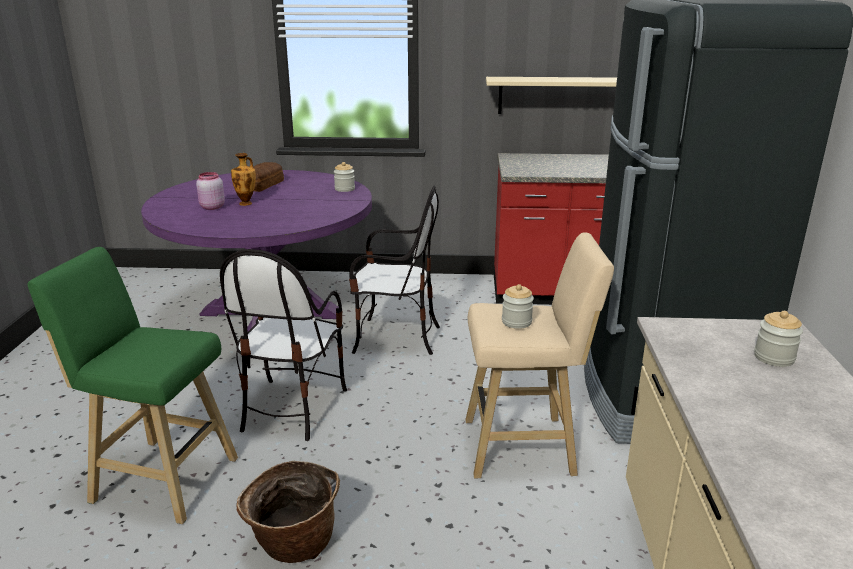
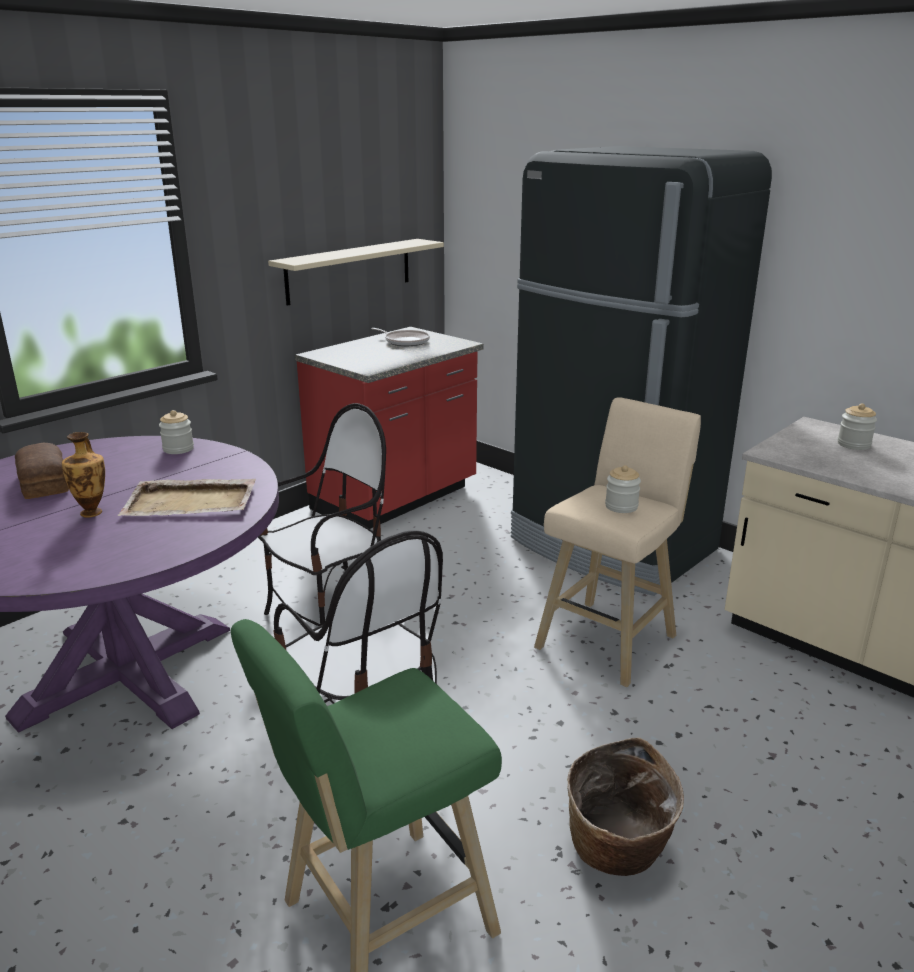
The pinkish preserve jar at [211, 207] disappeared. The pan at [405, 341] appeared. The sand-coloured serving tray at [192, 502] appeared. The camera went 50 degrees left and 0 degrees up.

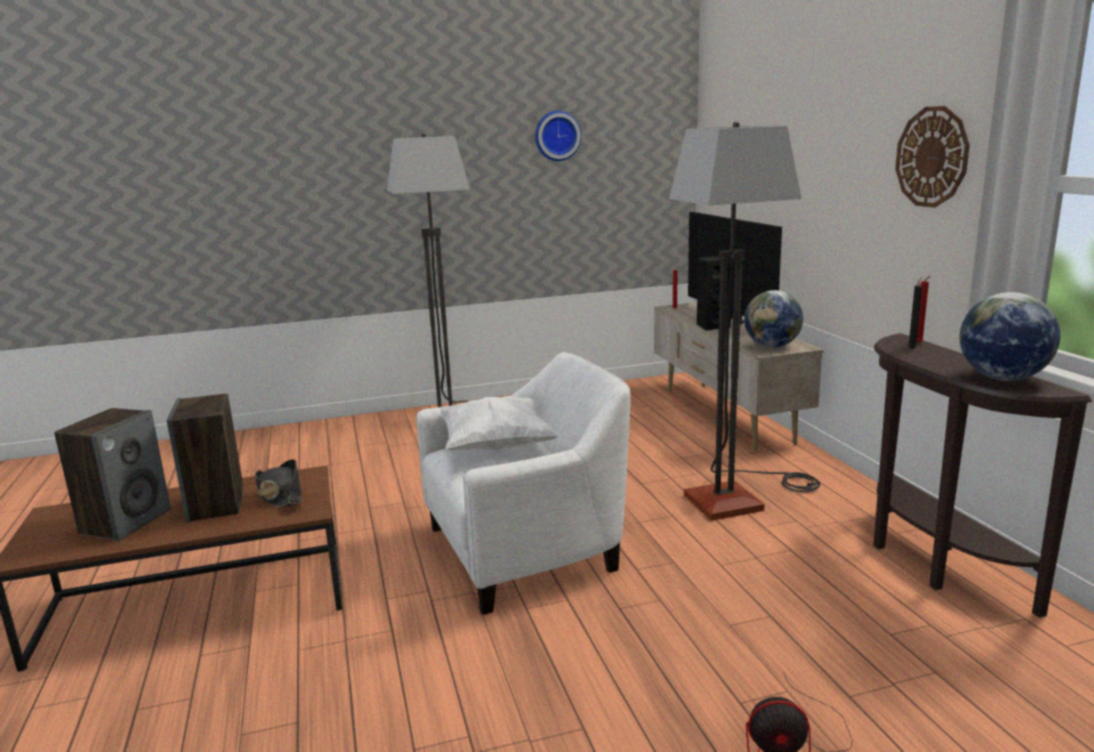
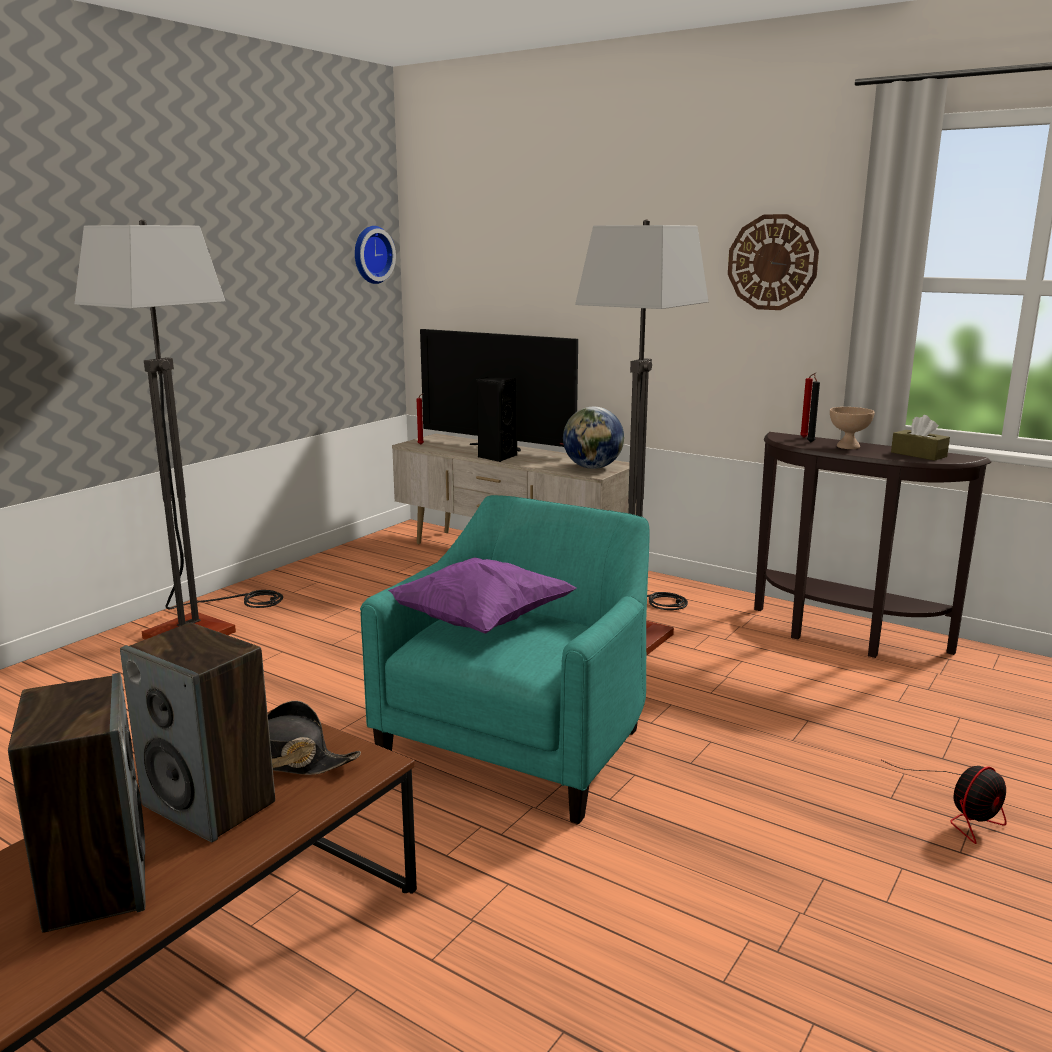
The wall clock moved from [556, 136] to [371, 254]. The desk globe at [1002, 378] was replaced by the brown tissue holder at [918, 454]. The white armchair at [528, 550] became the turquoise-coloured armchair at [521, 742]. The white throw pillow at [496, 446] became the purplish throw pillow at [480, 622]. The sand-coloured serving bowl at [849, 447] appeared. The camera went 40 degrees left and 0 degrees up.

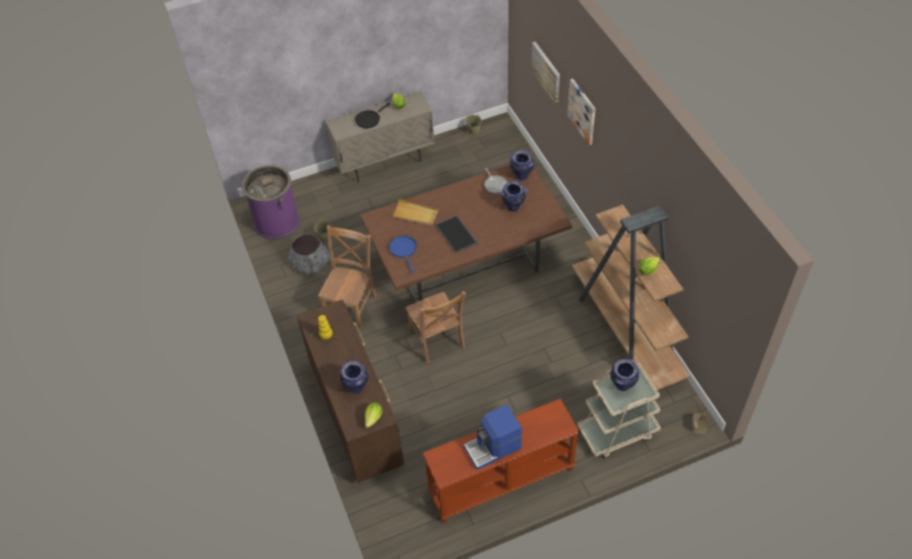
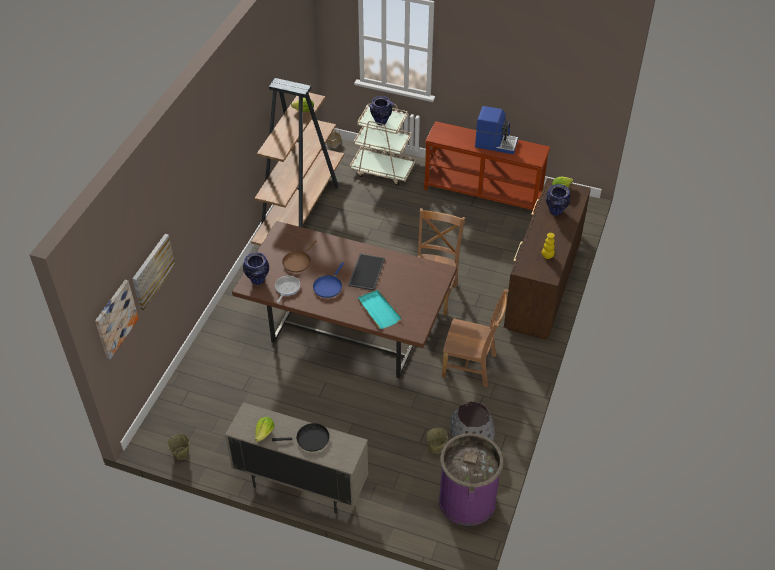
The picture moved from [582, 111] to [115, 319]. The decorative vase at [513, 207] was replaced by the brown pan at [298, 261]. The sand-coloured serving tray at [415, 214] became the turquoise-coloured serving tray at [378, 310]. The brown plain chair at [351, 305] turned 135 degrees counterclockwise. The bluish pan moved from [404, 250] to [328, 286]. The camera went 140 degrees left and 5 degrees down.

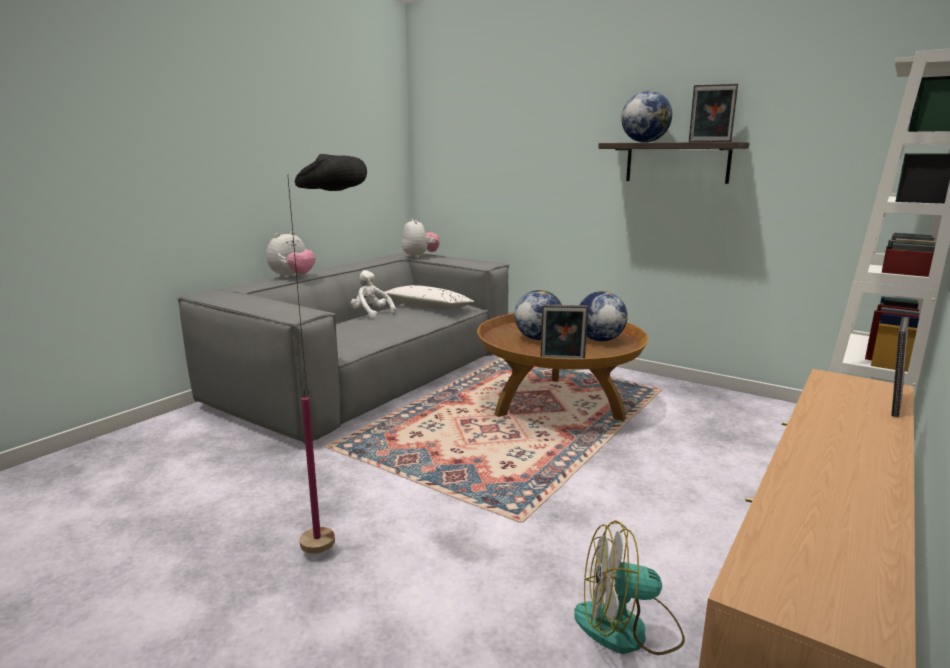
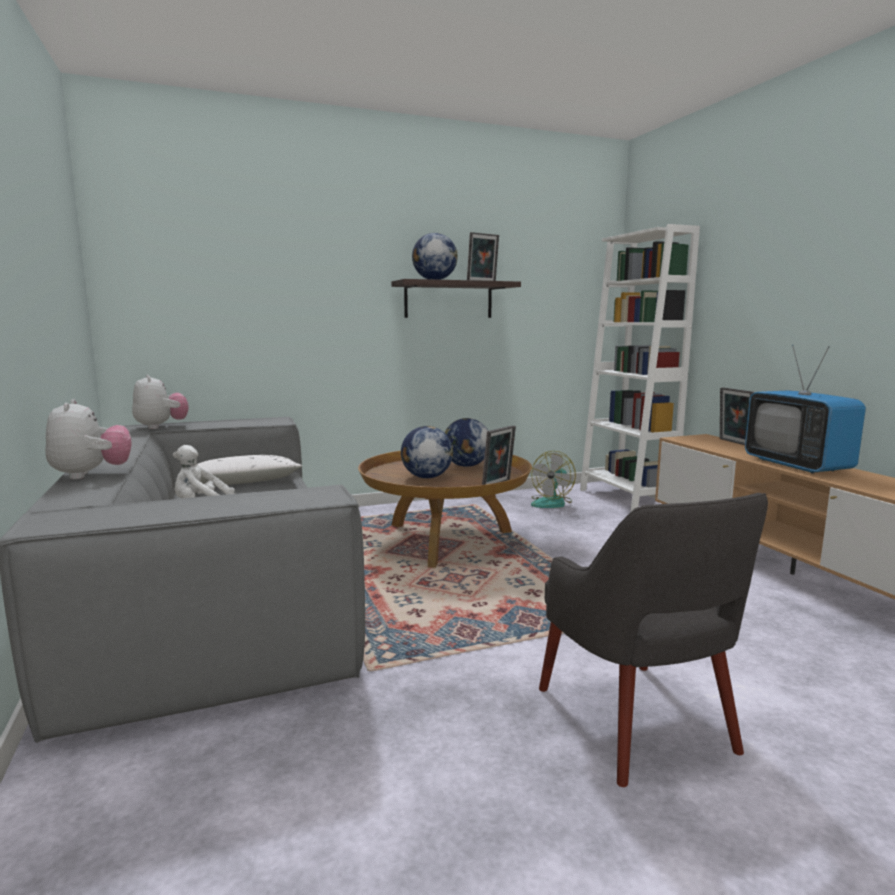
The black standing lamp at [343, 559] was replaced by the gray armchair at [636, 721]. The cuddly toy at [420, 257] turned 45 degrees clockwise. The electric fan moved from [627, 628] to [552, 502]. The television at [797, 465] appeared. The camera went 55 degrees left and 5 degrees down.

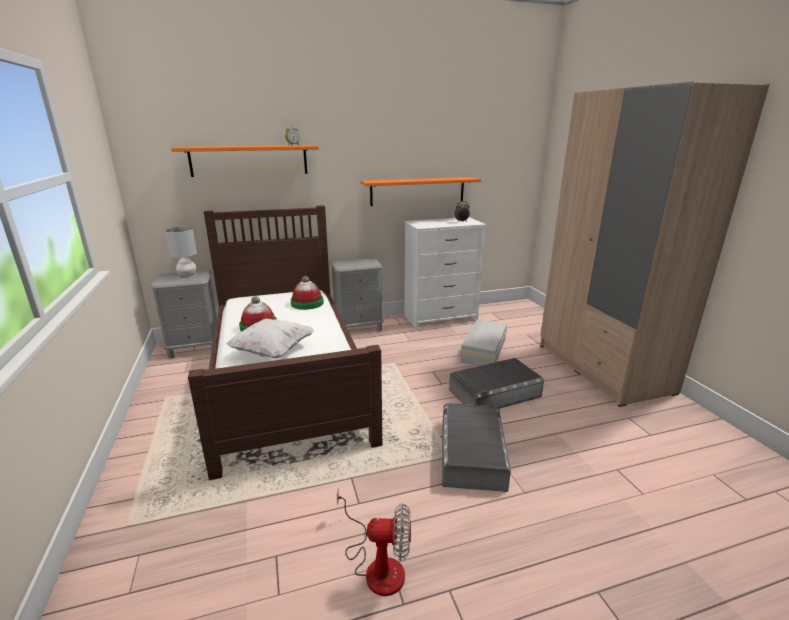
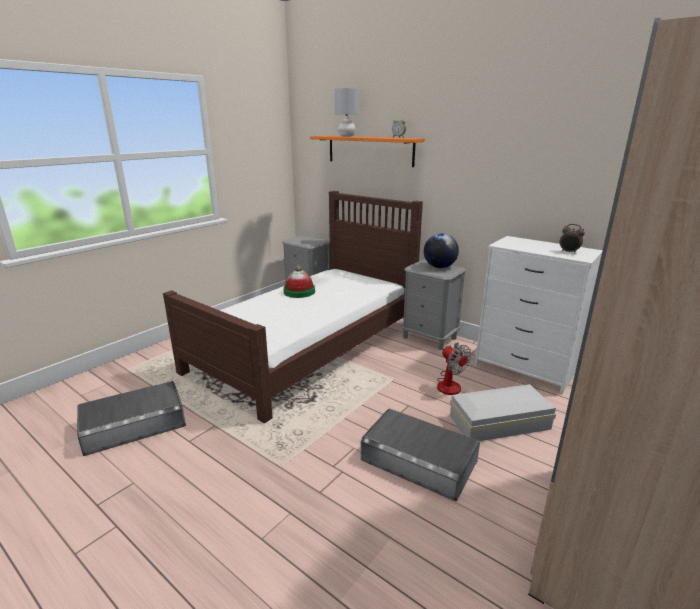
The orange wall shelf at [418, 191] disappeared. The gray table lamp moved from [187, 275] to [346, 136]. The hat at [307, 303] disappeared. The white throw pillow at [273, 351] disappeared. The gray storage box moved from [472, 453] to [134, 425]. The electric fan moved from [377, 565] to [450, 383]. The desk globe at [439, 267] appeared. The camera went 55 degrees right and 0 degrees up.

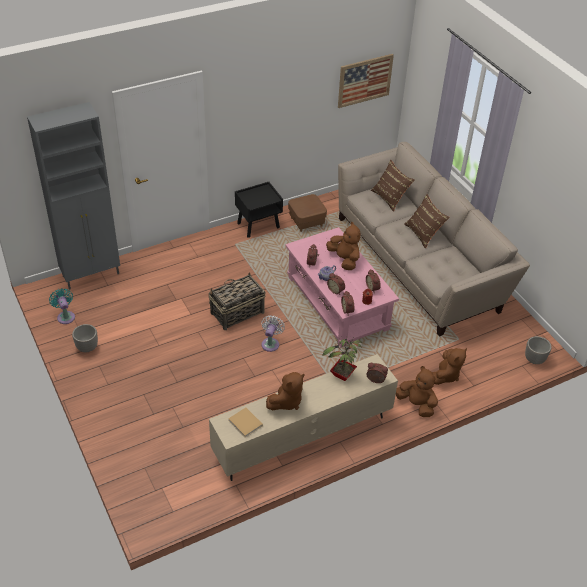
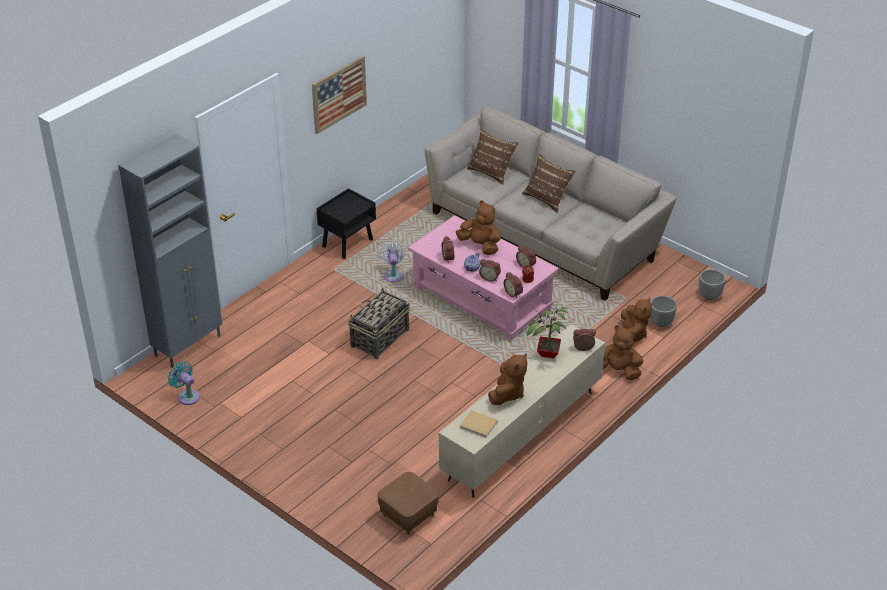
The picture moved from [365, 80] to [339, 94]. The brown ottoman moved from [306, 222] to [408, 515]. The white electric fan moved from [271, 343] to [393, 275]. The flower pot moved from [87, 348] to [661, 323]. The camera went 20 degrees left and 5 degrees down.

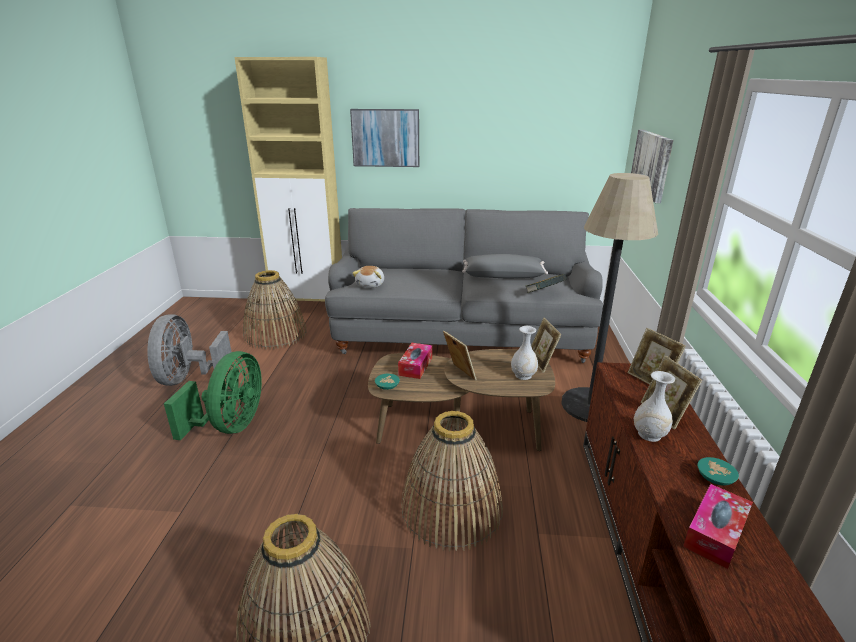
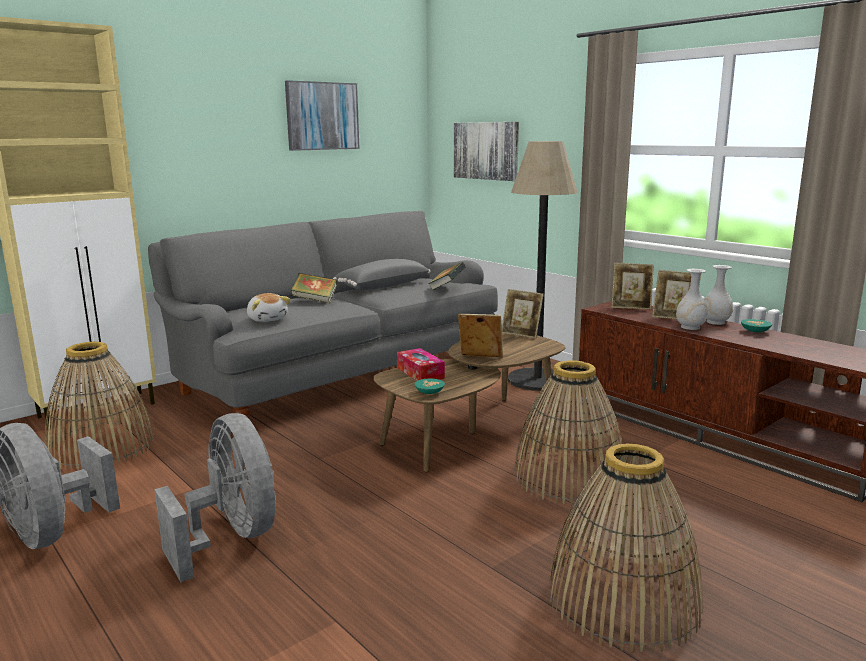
The picture moved from [385, 138] to [322, 116]. The white decorative vase moved from [523, 375] to [716, 322]. The green-coloured electric fan at [231, 425] became the gray electric fan at [231, 537]. The tissue holder at [715, 533] disappeared. The bound book at [315, 300] appeared. The camera went 45 degrees left and 10 degrees down.

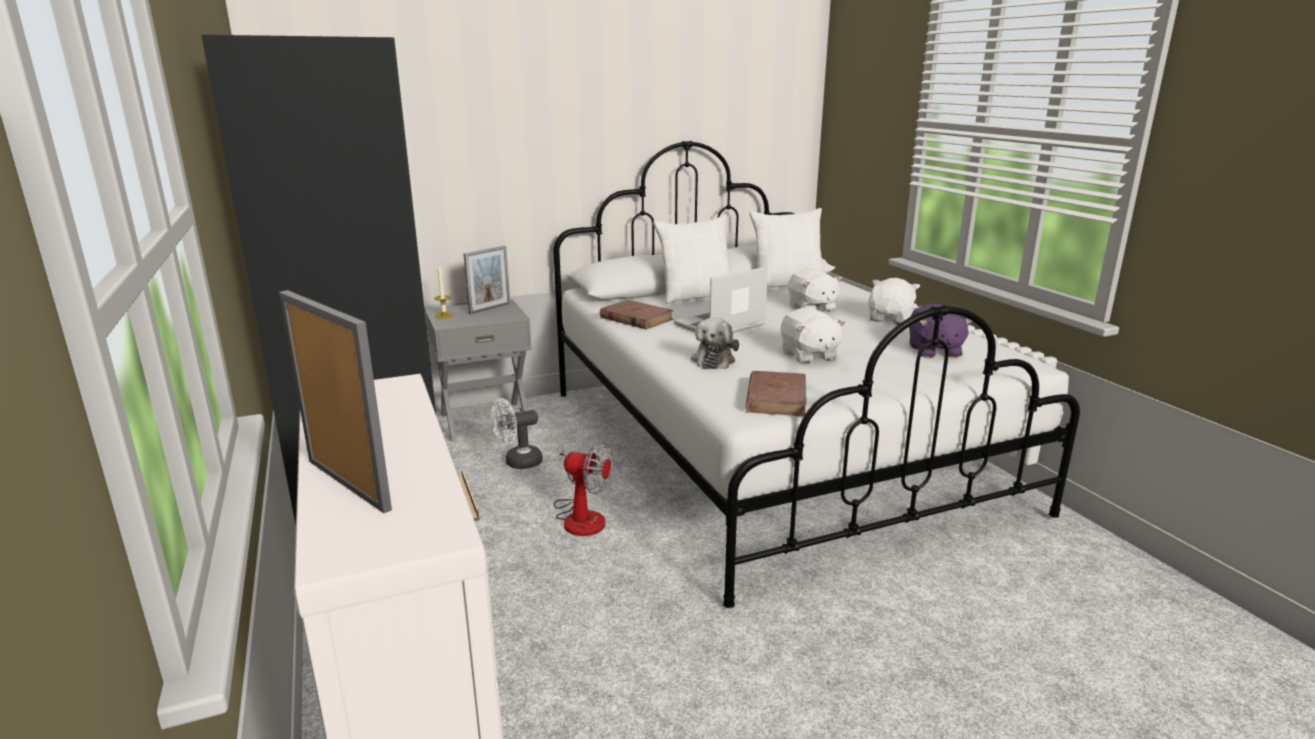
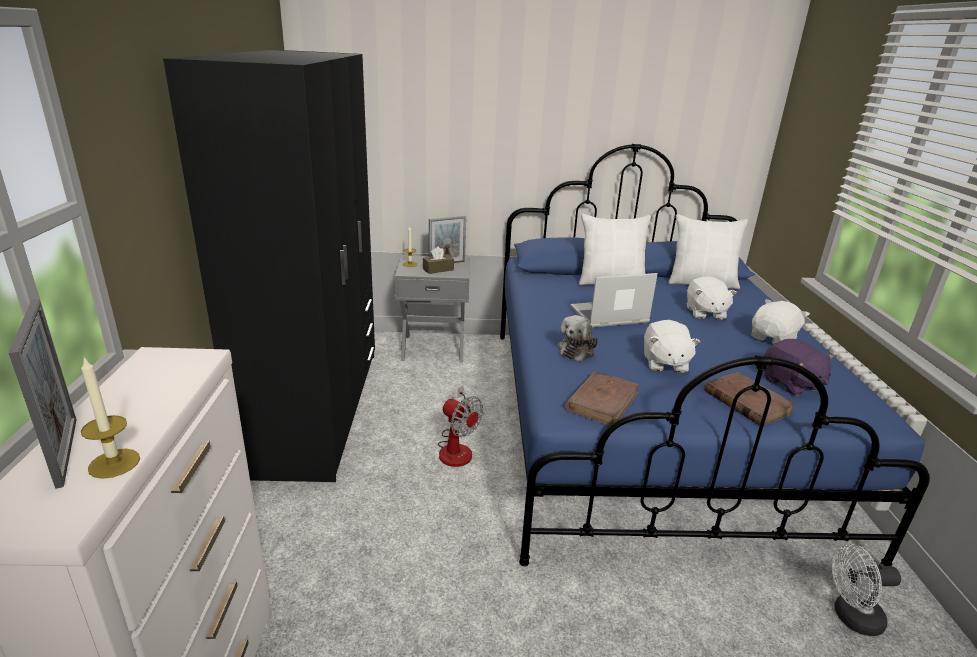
The white sleeping bed at [770, 447] became the bluish sleeping bed at [644, 424]. The brown bound book moved from [636, 318] to [746, 402]. The purplish cuddly toy at [934, 351] turned 45 degrees counterclockwise. The white electric fan moved from [517, 463] to [851, 617]. The brown tissue holder at [438, 269] appeared. The wax light at [114, 463] appeared. The camera went 20 degrees right and 5 degrees up.

